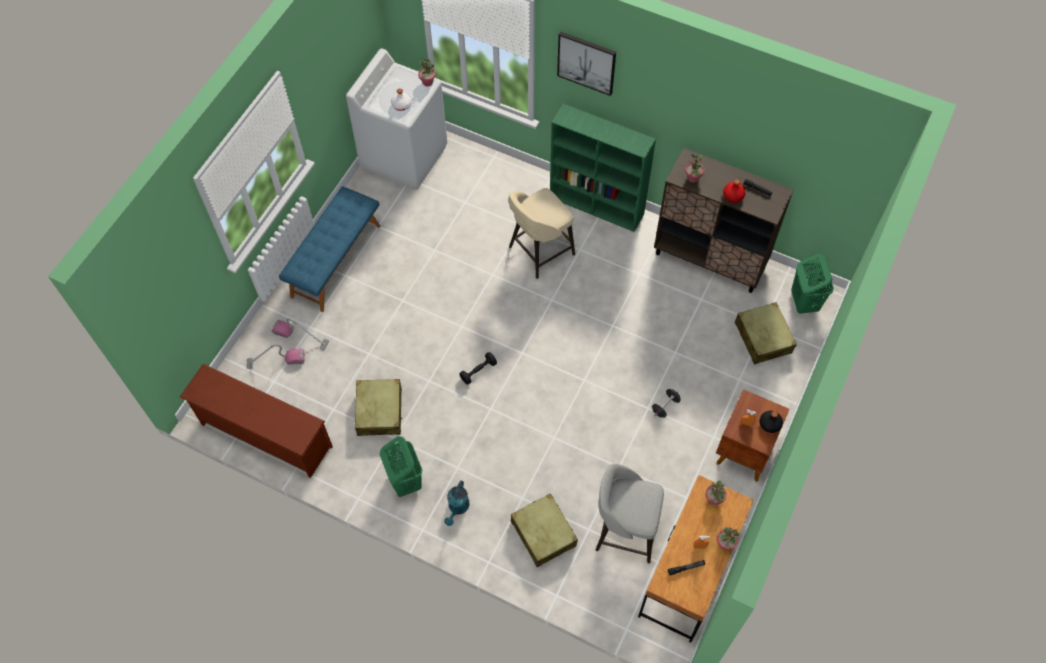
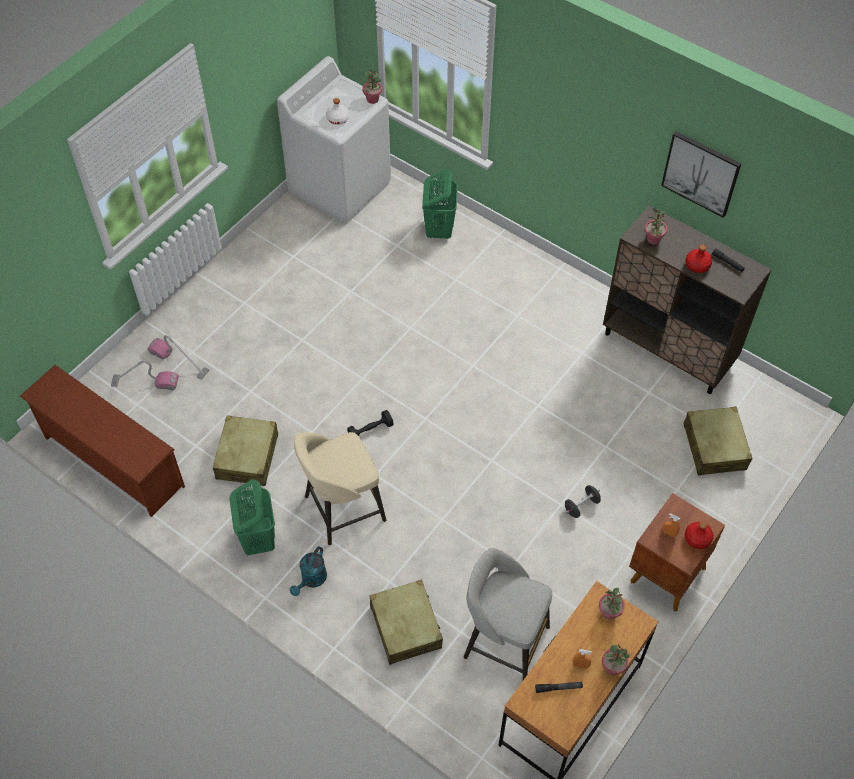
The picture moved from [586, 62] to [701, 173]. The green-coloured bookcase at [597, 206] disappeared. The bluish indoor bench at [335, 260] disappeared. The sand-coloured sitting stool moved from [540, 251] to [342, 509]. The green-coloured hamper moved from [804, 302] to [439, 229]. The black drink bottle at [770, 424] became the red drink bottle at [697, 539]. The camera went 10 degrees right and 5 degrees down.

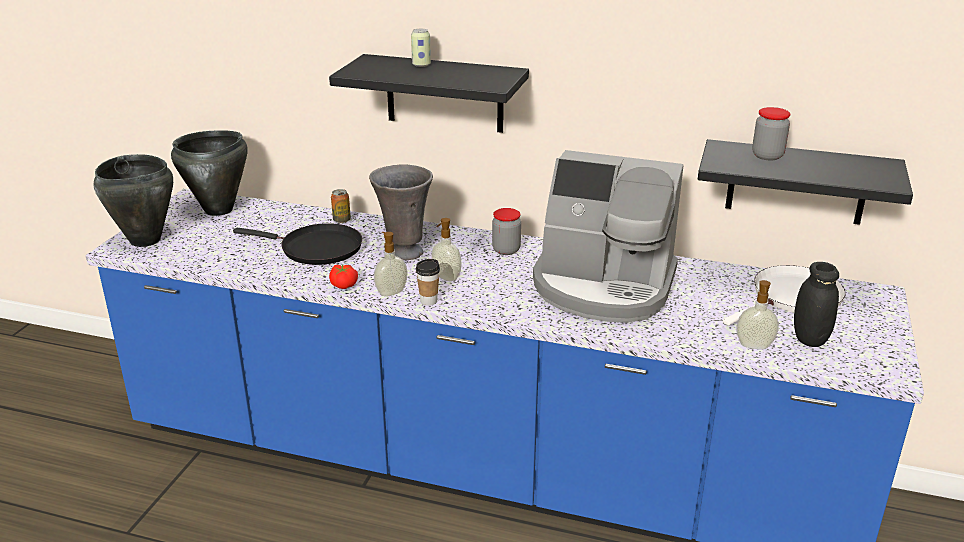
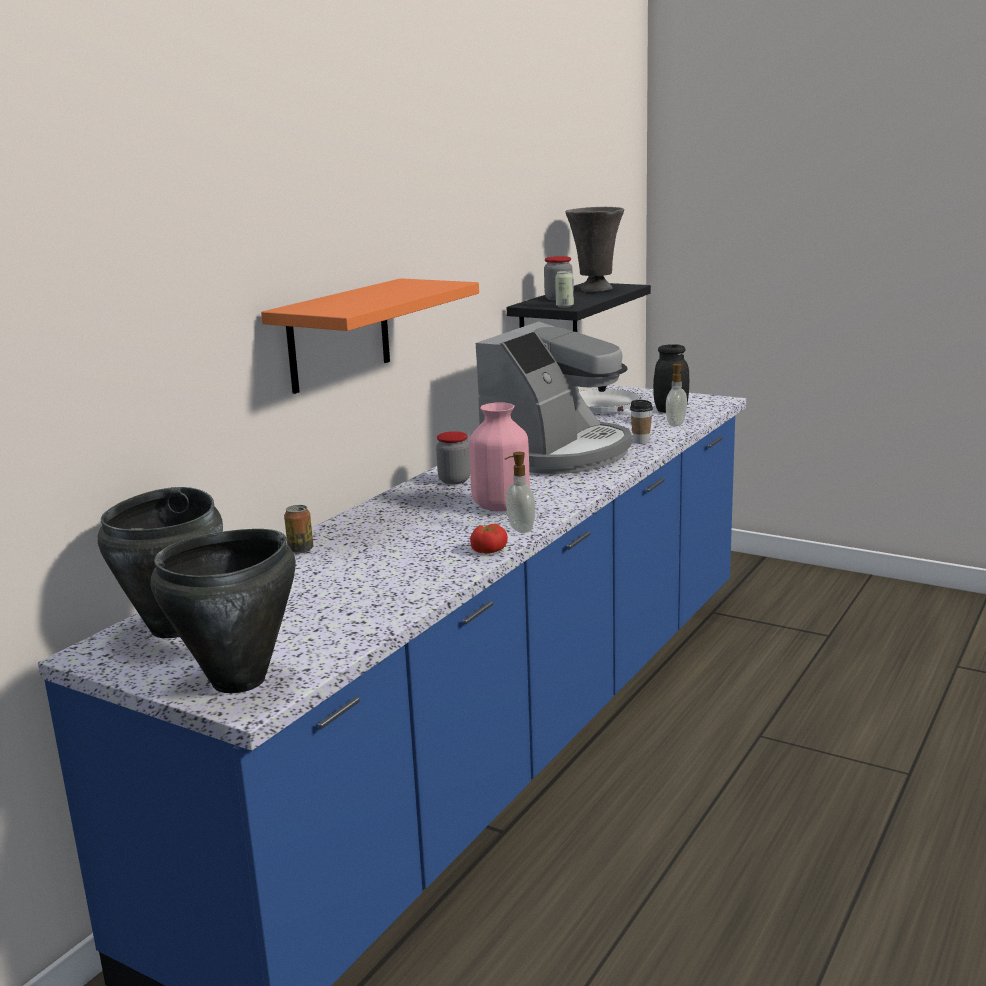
The metal can moved from [421, 65] to [564, 306]. The black wall shelf at [444, 93] became the orange wall shelf at [339, 335]. The gray decorative vase moved from [404, 252] to [595, 290]. The soap bottle at [446, 278] was replaced by the pinkish decorative vase at [501, 506]. The black pan at [316, 249] disappeared. The small cup moved from [428, 301] to [641, 441]. The camera went 75 degrees left and 10 degrees down.

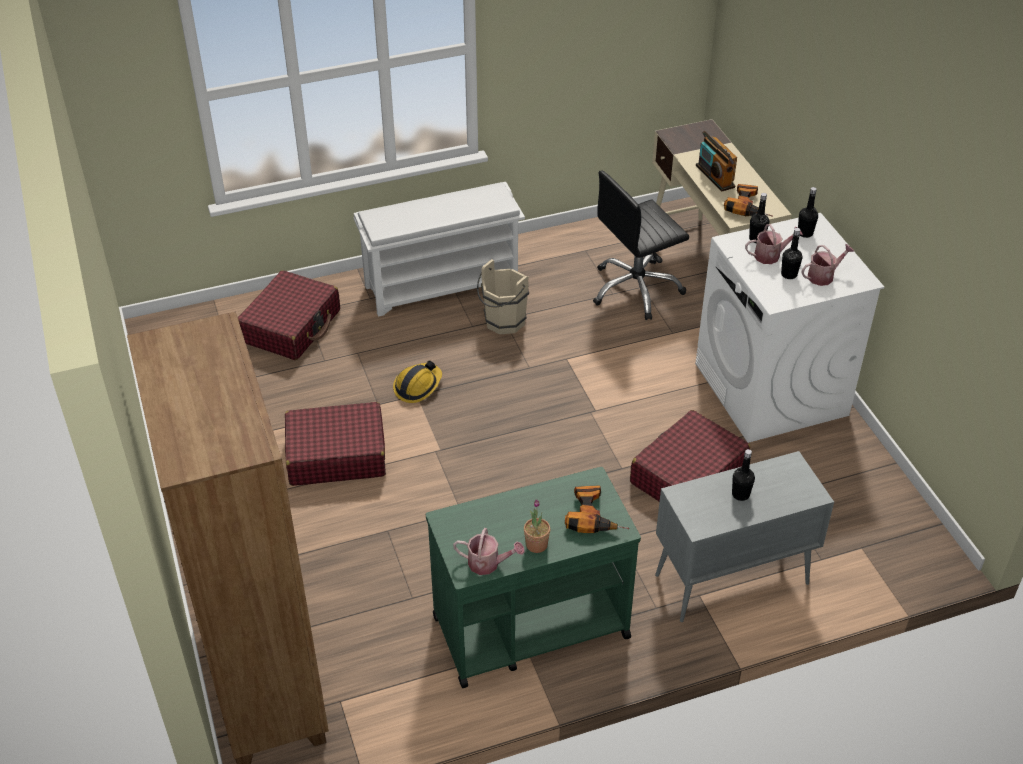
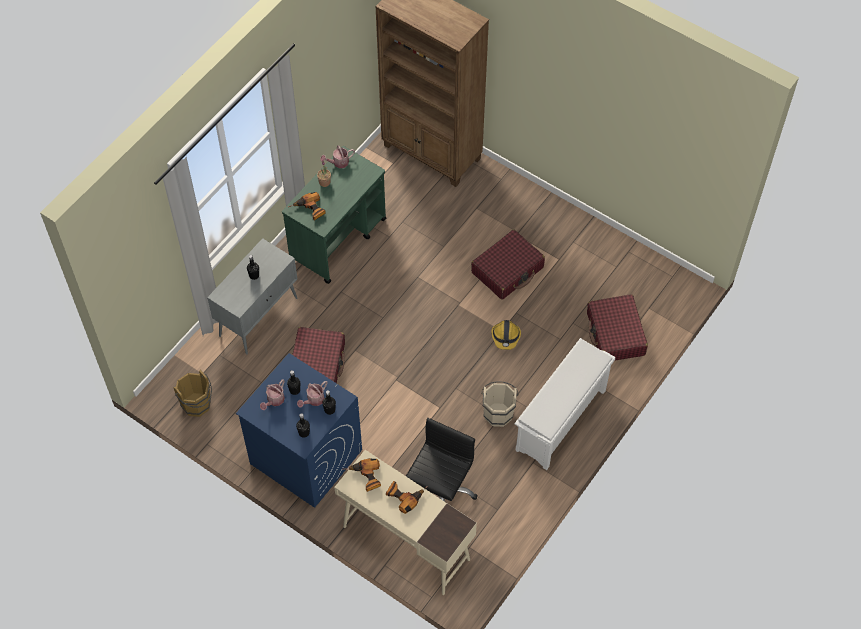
The radio receiver at [715, 176] was replaced by the power drill at [404, 495]. The white laundry machine at [771, 390] became the bluish laundry machine at [305, 456]. The brown bucket at [198, 406] appeared. The camera went 145 degrees right and 15 degrees up.

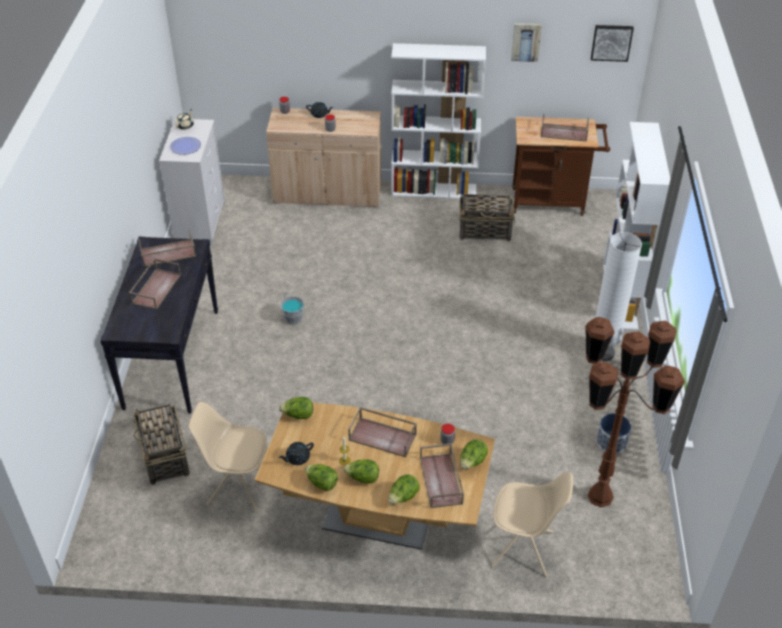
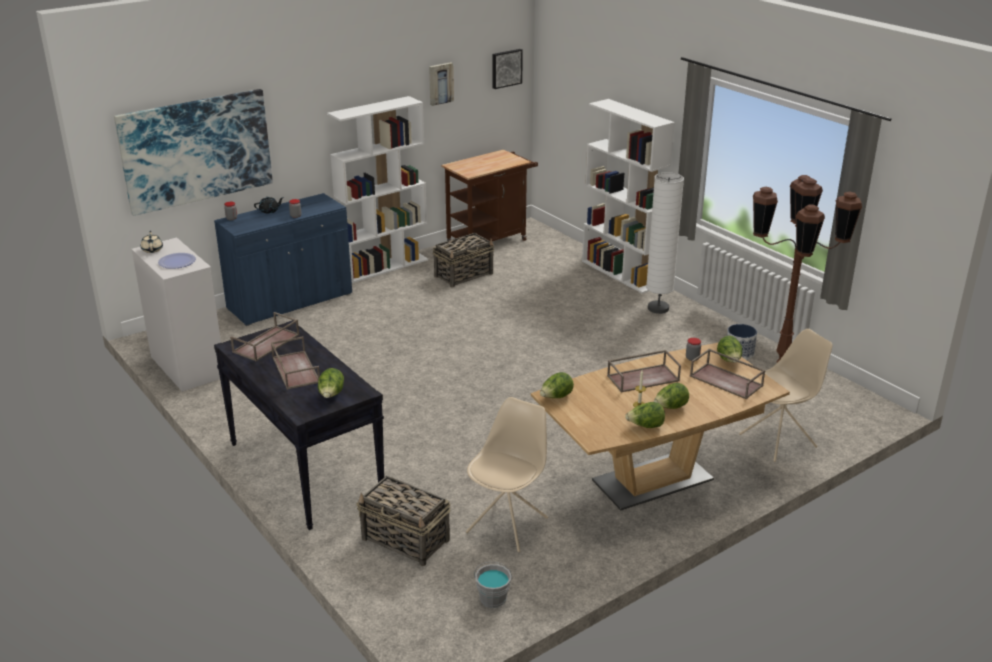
The sand-coloured cupboard at [328, 194] became the bluish cupboard at [290, 302]. The brown serving tray at [563, 133] disappeared. The gray bucket moved from [293, 318] to [493, 599]. The sand-coloured plain chair at [237, 488] turned 150 degrees clockwise. The black teapot at [297, 458] disappeared. The head of lettuce moved from [403, 497] to [331, 395]. The picture at [196, 150] appeared. The camera went 40 degrees left and 15 degrees down.

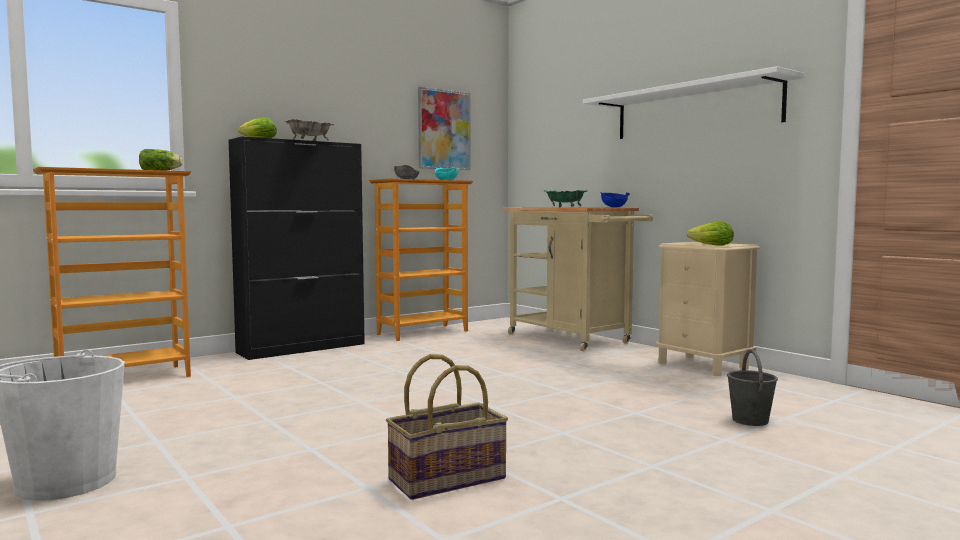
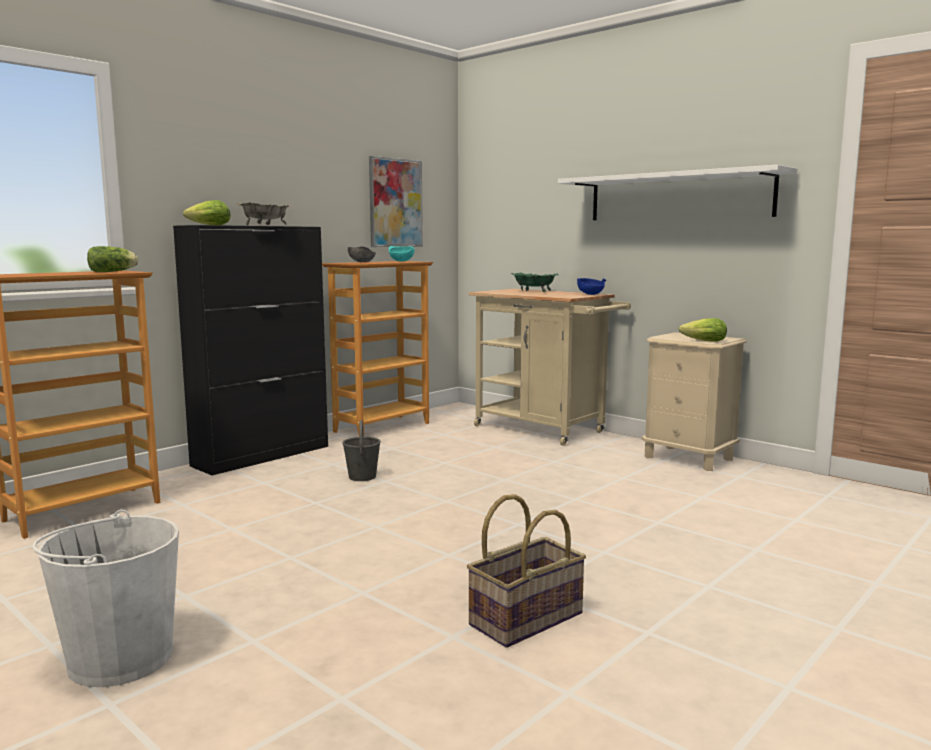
The gray bucket moved from [750, 420] to [362, 477]. The camera went 10 degrees left and 5 degrees up.

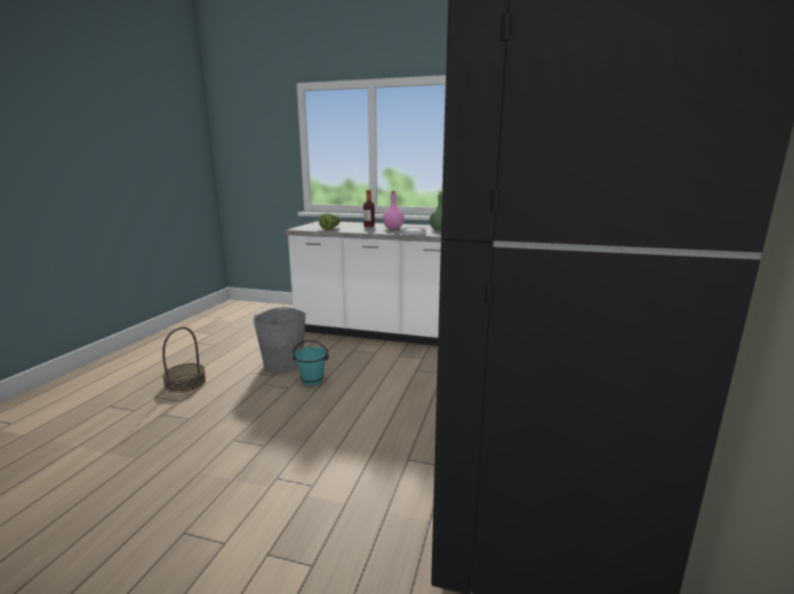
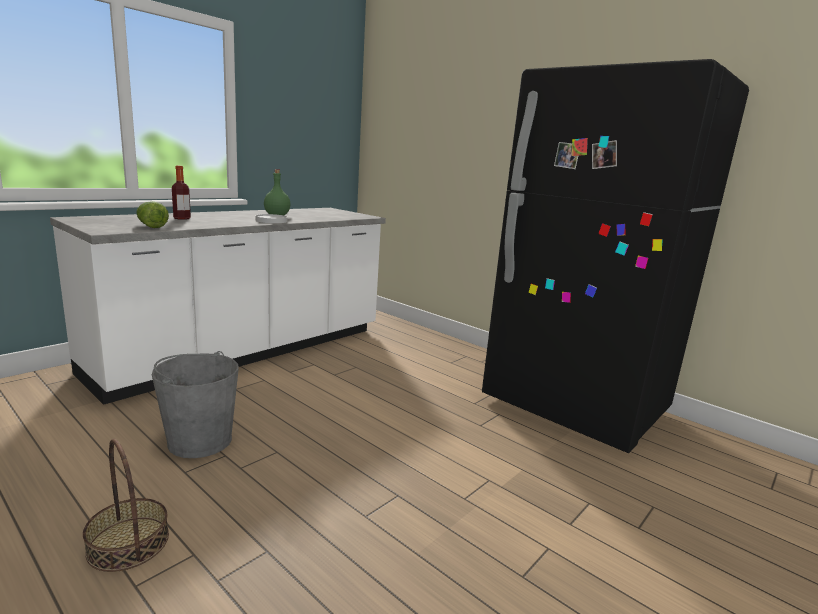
The pinkish drink bottle at [393, 228] disappeared. The turquoise-coloured bucket at [312, 381] disappeared. The camera went 65 degrees left and 0 degrees up.

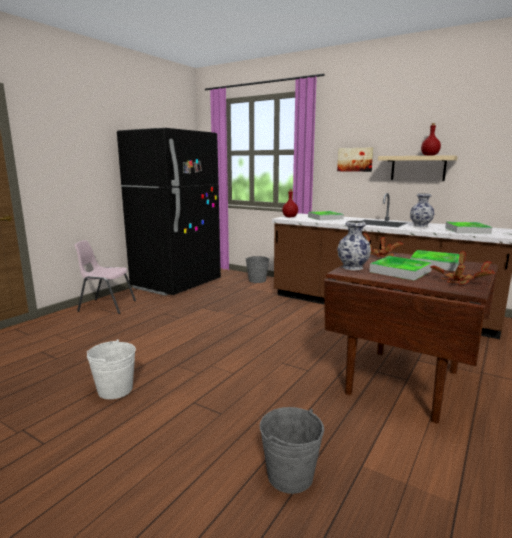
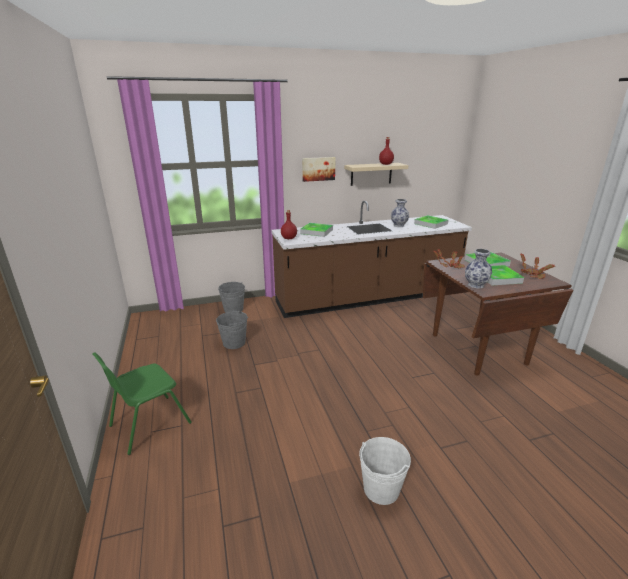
The black refrigerator at [177, 284] disappeared. The pinkish plain chair at [106, 306] became the green-coloured plain chair at [149, 424]. The gray bucket moved from [290, 475] to [234, 343]. The camera went 50 degrees left and 10 degrees up.

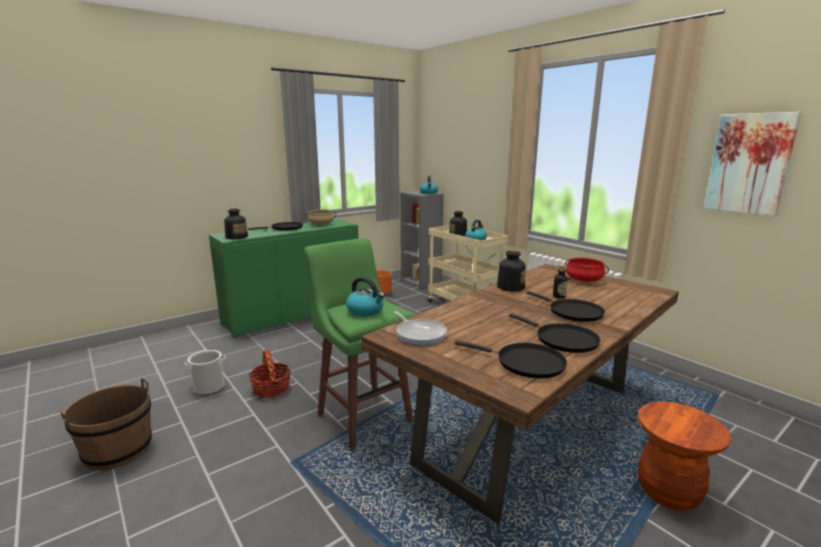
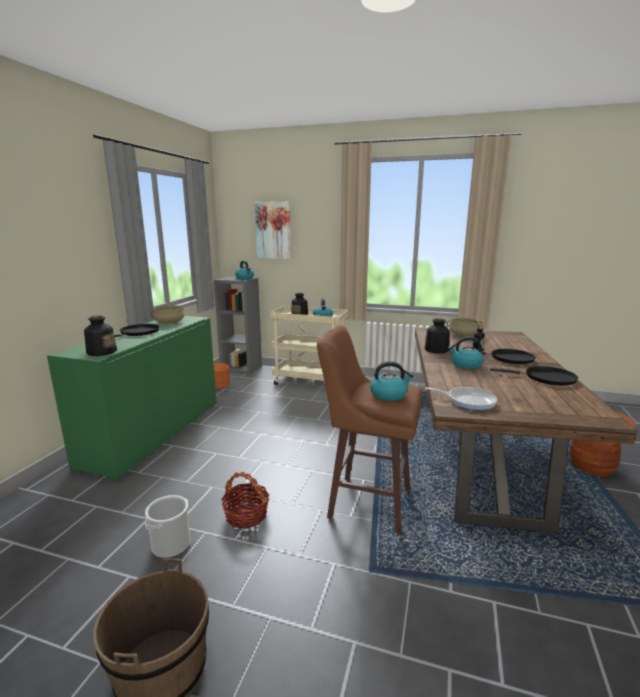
The picture moved from [749, 163] to [273, 230]. The green-coloured sitting stool at [363, 416] became the brown sitting stool at [367, 502]. The red stockpot at [584, 280] became the sand-coloured stockpot at [463, 335]. The black pan at [525, 363] disappeared. The kettle at [465, 365] appeared. The camera went 35 degrees left and 0 degrees up.

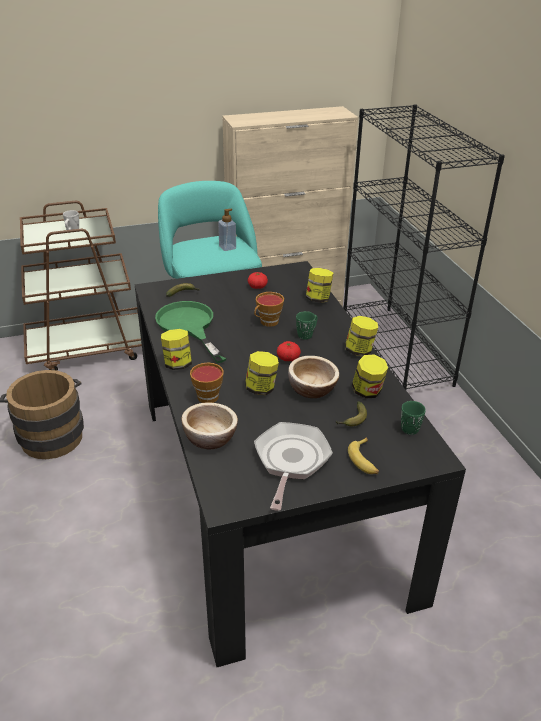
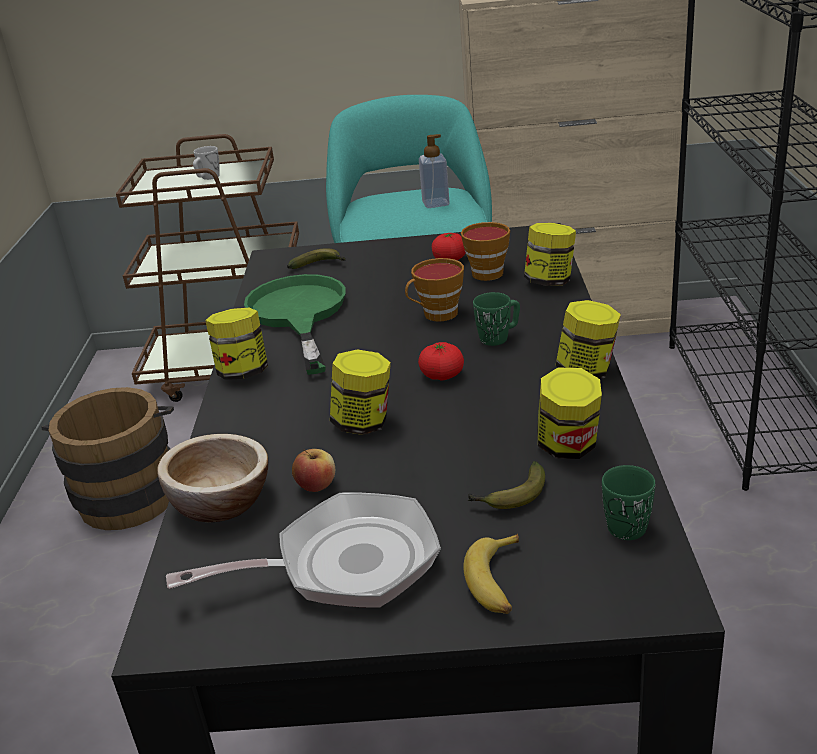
The serving bowl at [312, 389] disappeared. The small cup moved from [209, 395] to [489, 272]. The pan at [291, 461] turned 45 degrees clockwise. The apple at [316, 485] appeared. The camera went 20 degrees right and 5 degrees down.

